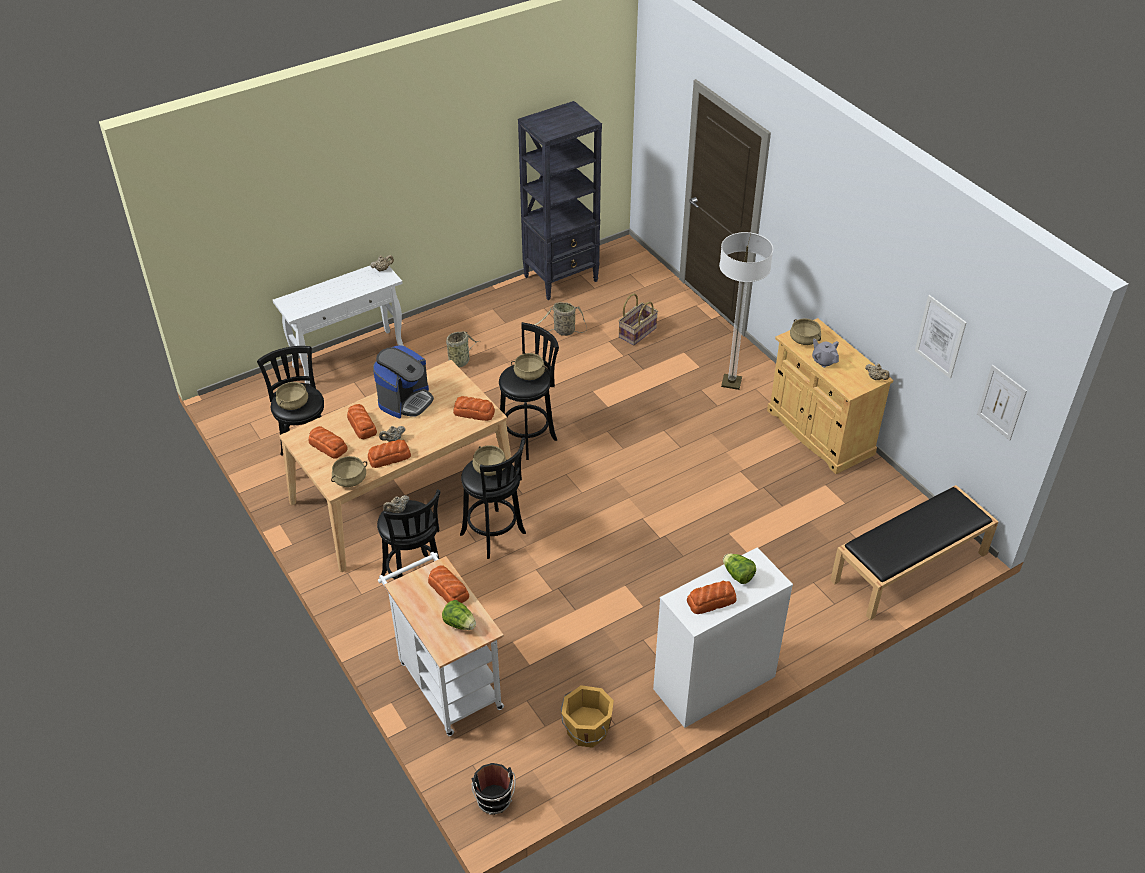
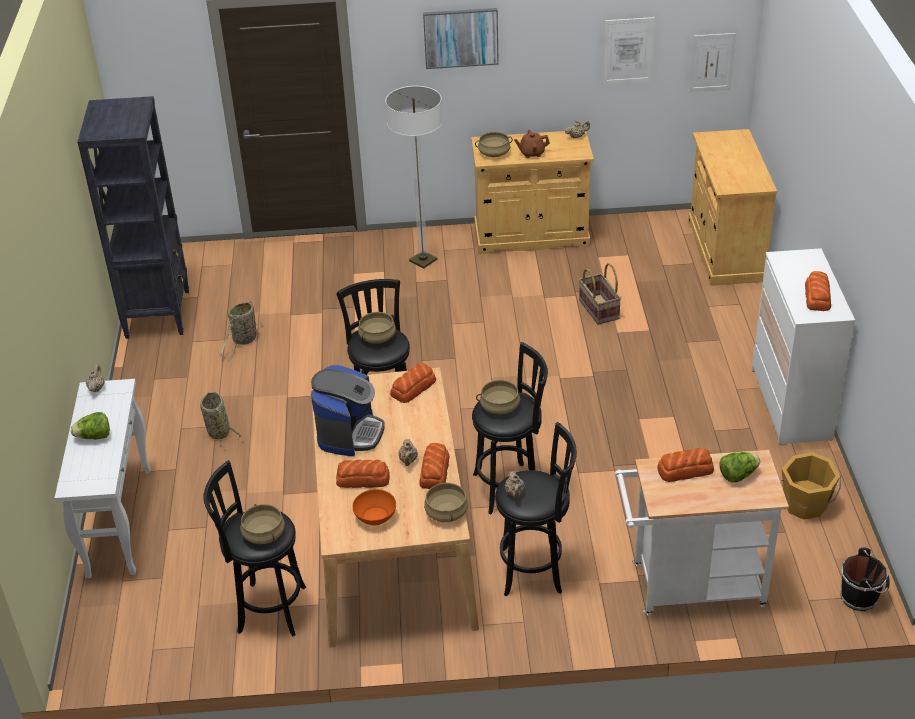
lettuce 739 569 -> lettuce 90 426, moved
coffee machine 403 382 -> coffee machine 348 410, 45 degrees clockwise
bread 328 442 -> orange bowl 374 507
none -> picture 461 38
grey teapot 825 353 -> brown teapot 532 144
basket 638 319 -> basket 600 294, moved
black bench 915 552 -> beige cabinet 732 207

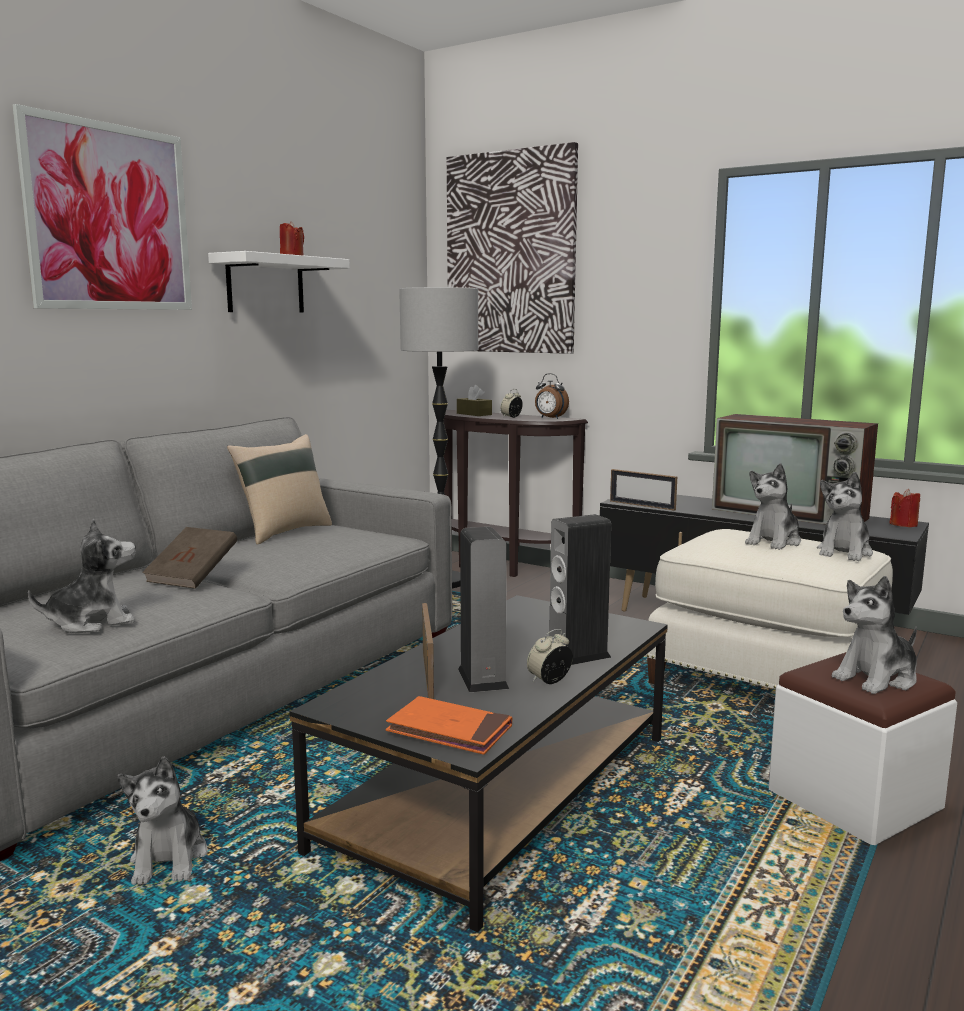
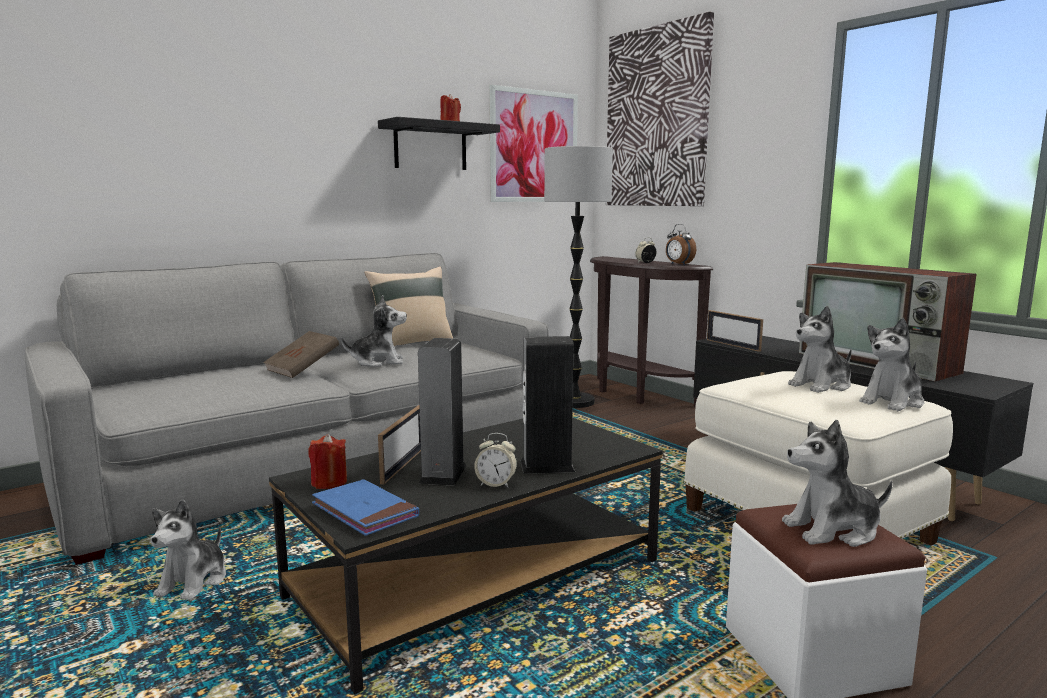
red candle 904 508 -> red candle 327 461, moved
orange book 449 725 -> blue book 365 507
plush toy 82 576 -> plush toy 374 331, moved
white shelf 279 282 -> black shelf 439 143
alarm clock 550 656 -> alarm clock 495 460, 150 degrees counterclockwise
picture 102 207 -> picture 533 143, moved
brown tissue box 474 400 -> none

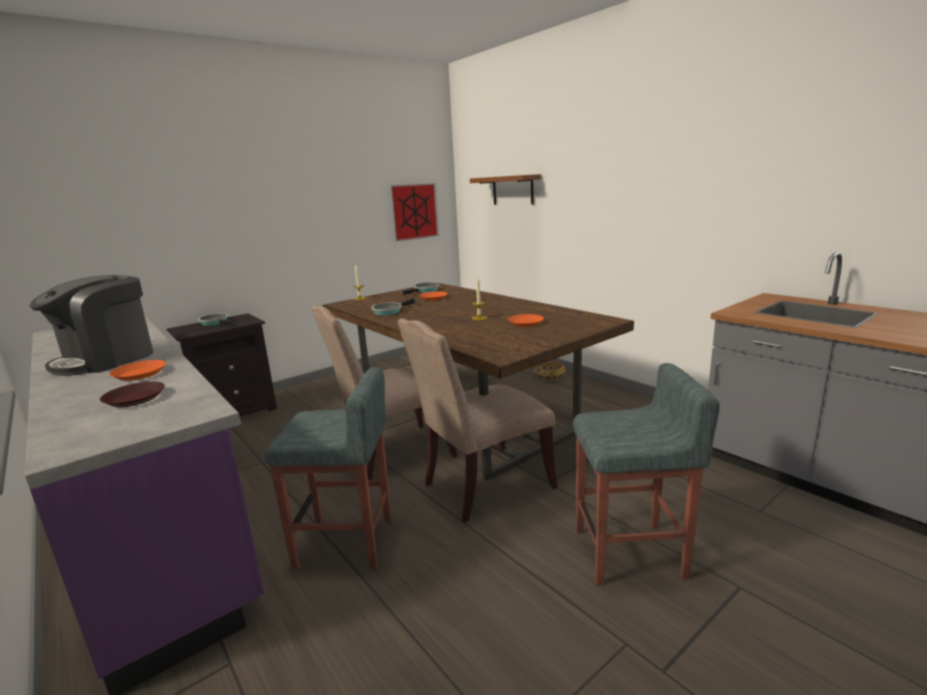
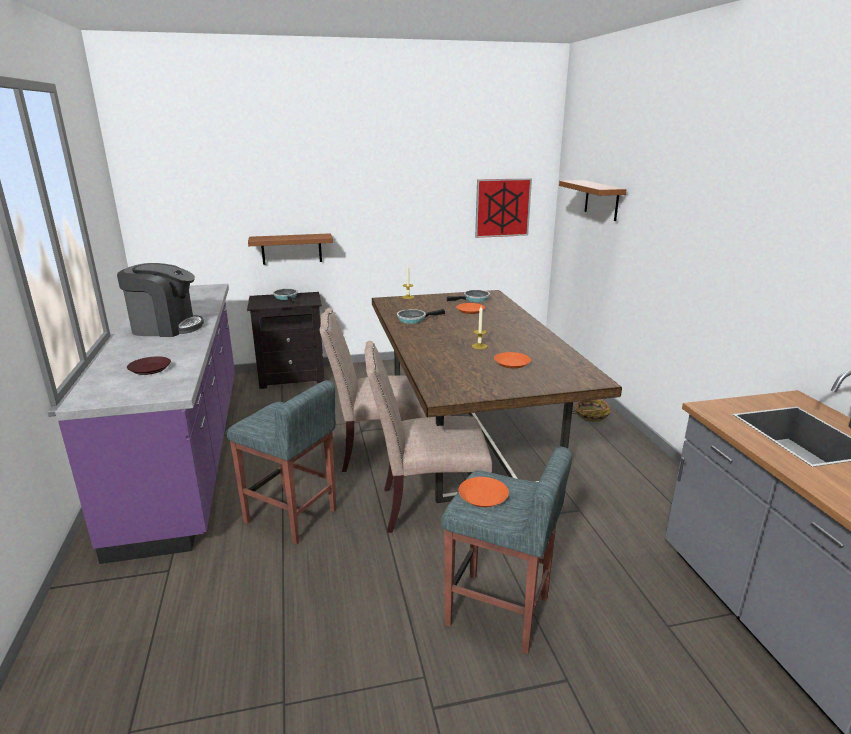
coffee machine 91 325 -> coffee machine 160 300, 150 degrees counterclockwise
none -> brown shelf 290 249
orange plate 137 370 -> orange plate 484 492, moved

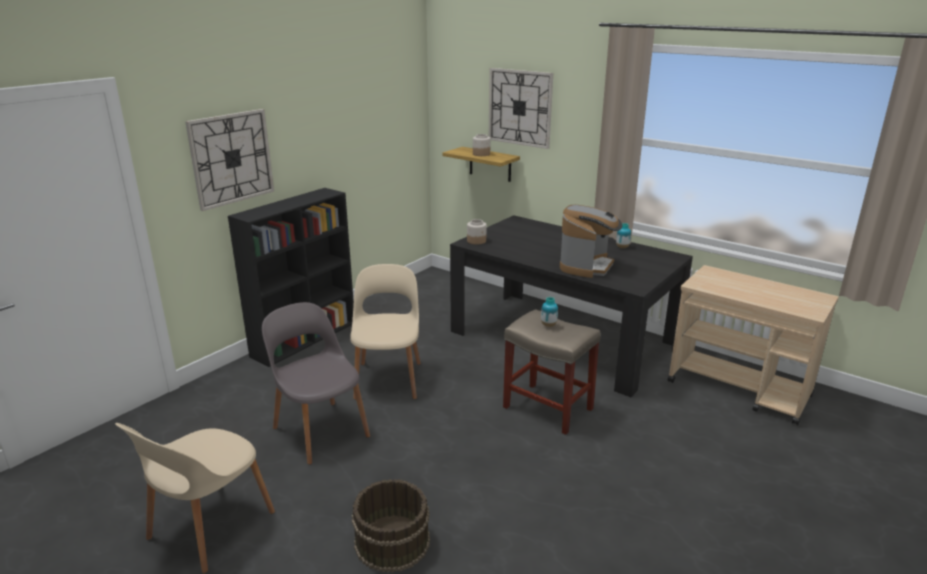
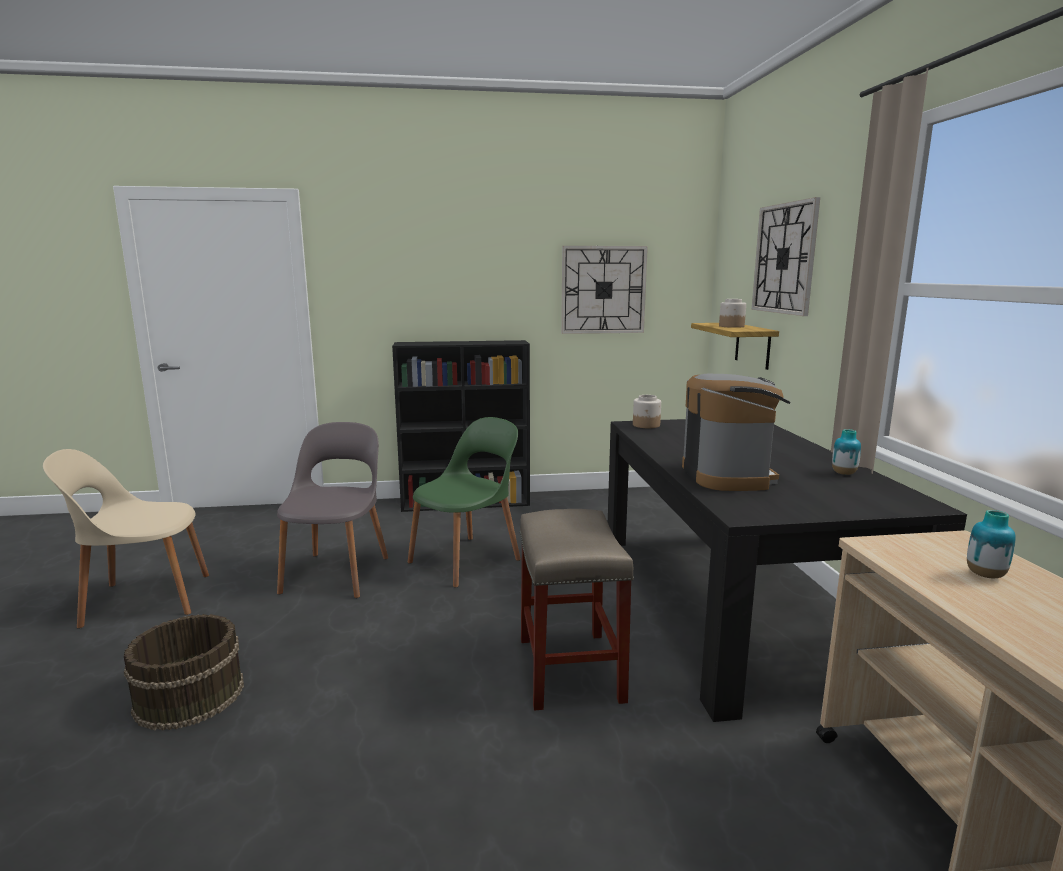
beige chair 385 332 -> green chair 464 502
wall clock 229 160 -> wall clock 604 290, moved
coffee machine 591 241 -> coffee machine 736 432, 75 degrees counterclockwise
vase 549 312 -> vase 991 544, moved

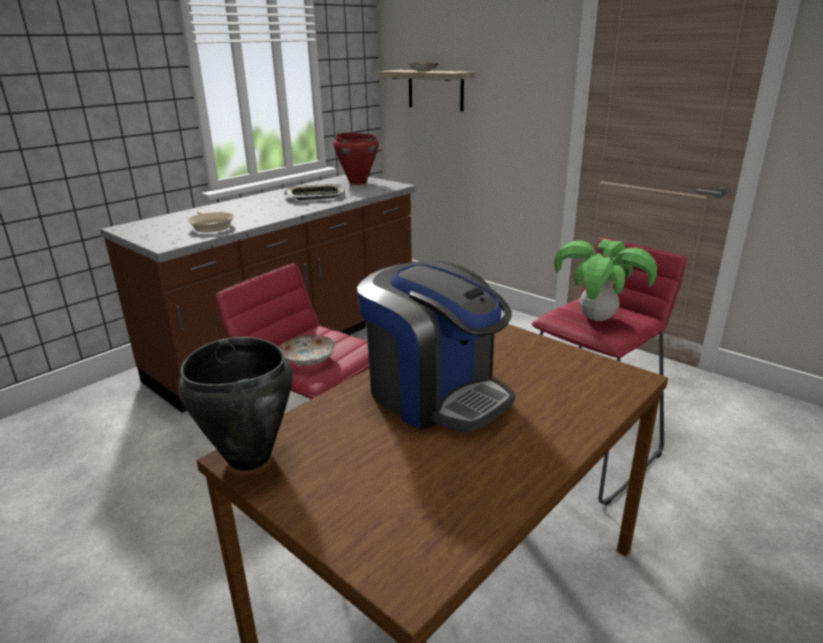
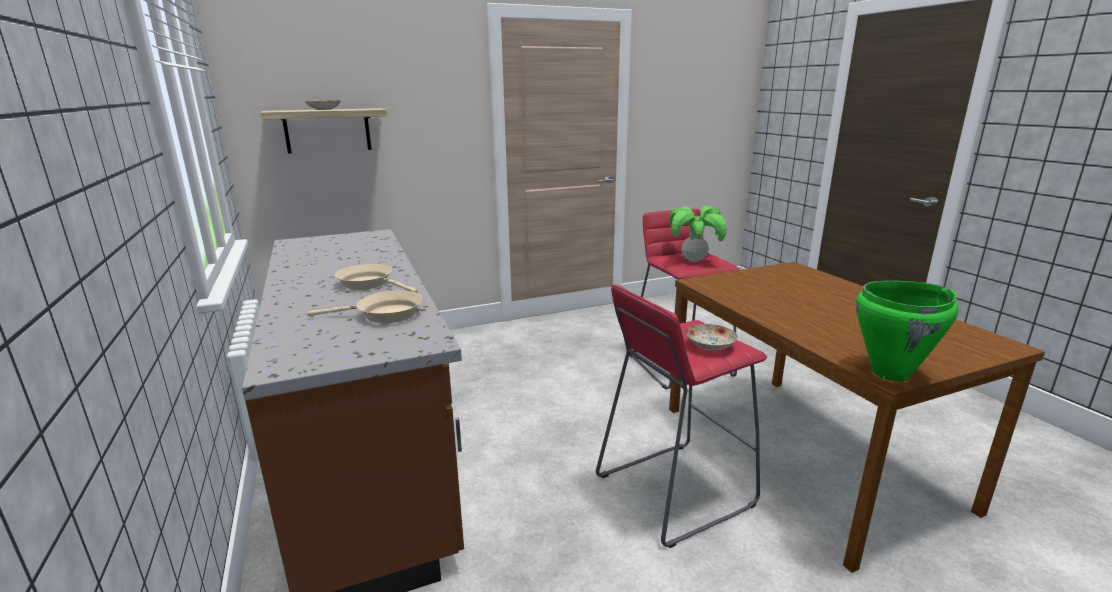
none -> beige frying pan 376 278
black cooking pot 235 404 -> green cooking pot 907 331
tray 314 192 -> none
red cooking pot 356 159 -> none
coffee machine 436 346 -> none

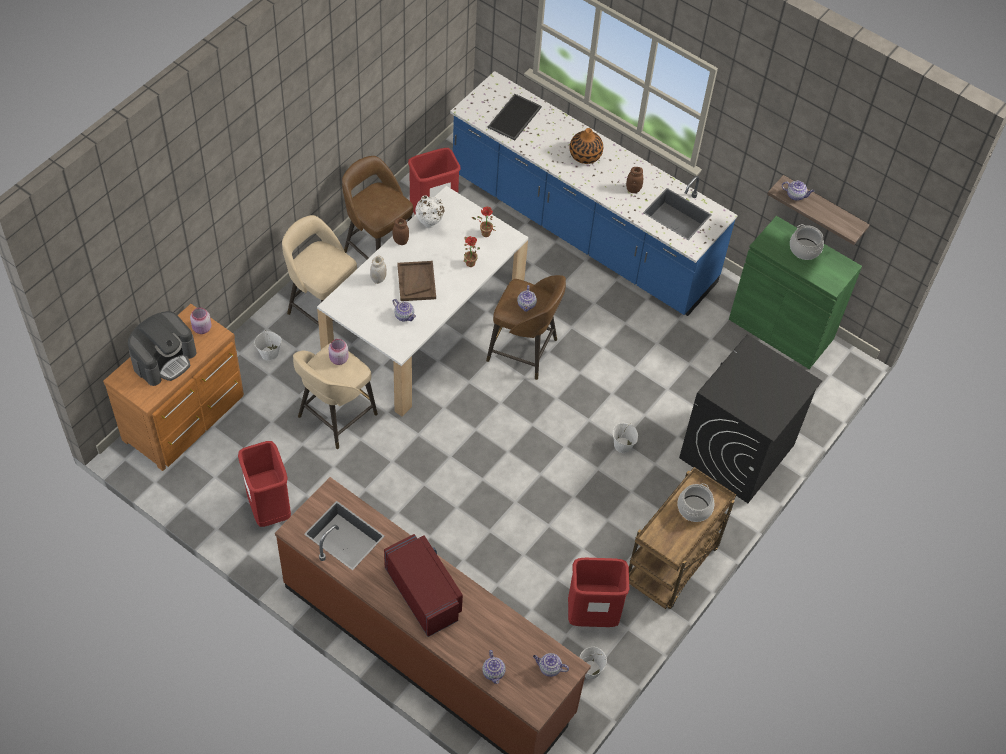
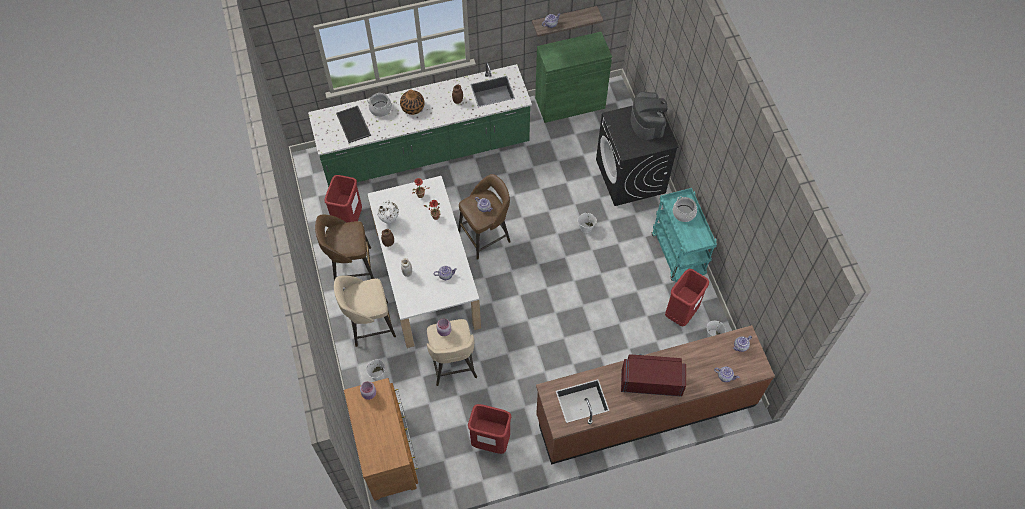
blue counter 594 193 -> green counter 420 124
cooking pot 807 242 -> cooking pot 379 105, moved
coffee machine 162 348 -> coffee machine 649 115, moved
brown cart 682 538 -> turquoise cart 684 235
brown tray 416 281 -> none

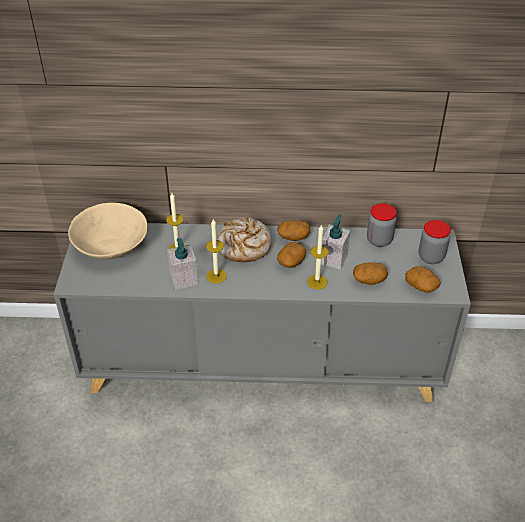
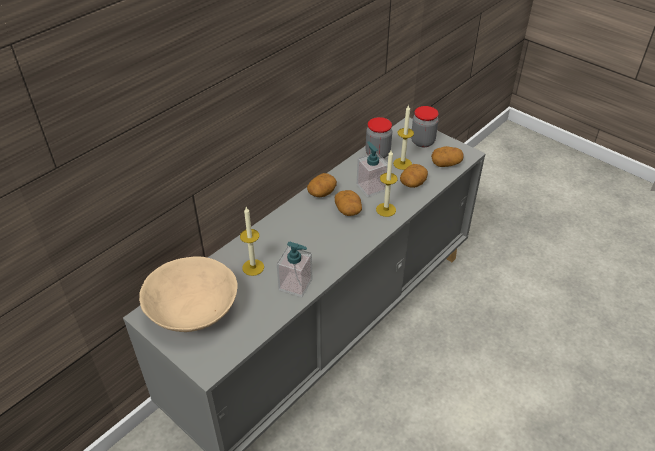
candle 216 251 -> candle 403 137, moved
bread 244 239 -> none

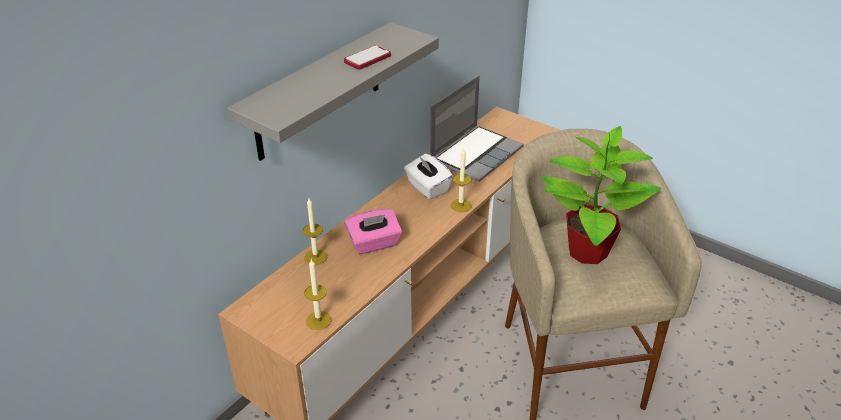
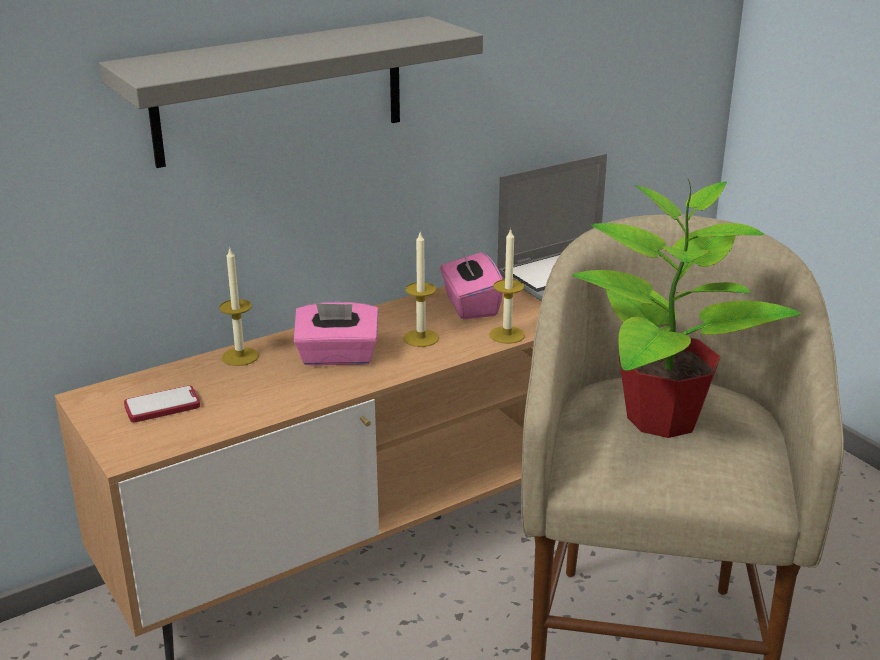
phone 367 57 -> phone 162 403, moved
candle 317 294 -> candle 421 289, moved
white tissue box 428 177 -> pink tissue box 471 284

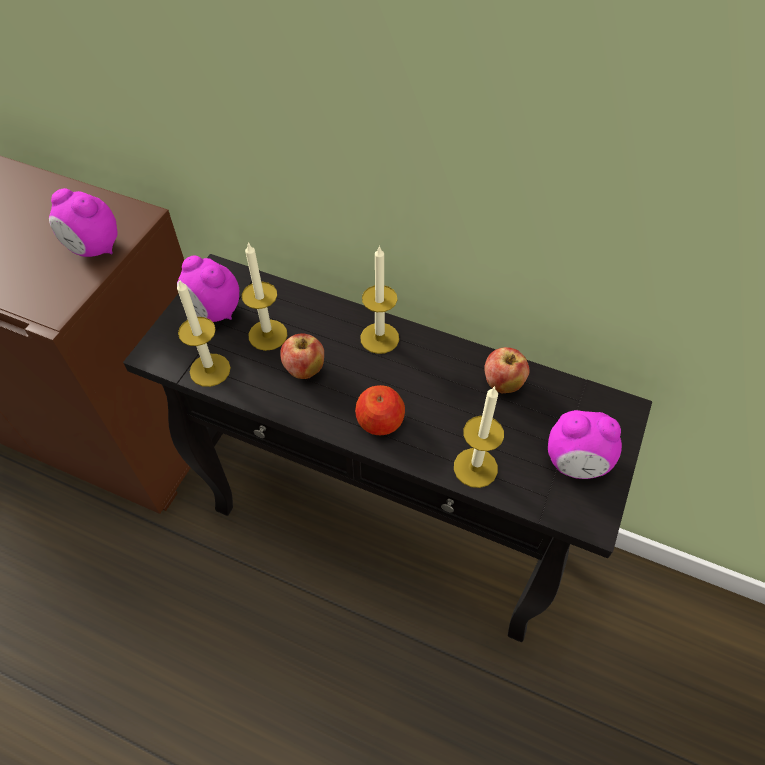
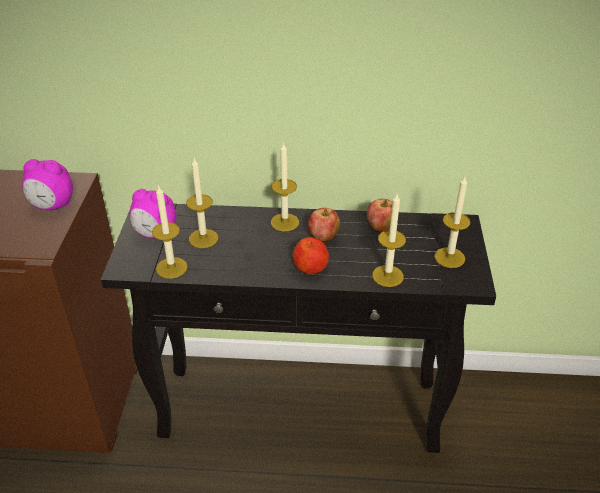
apple 302 356 -> apple 324 225, moved
alarm clock 585 444 -> candle 452 222

